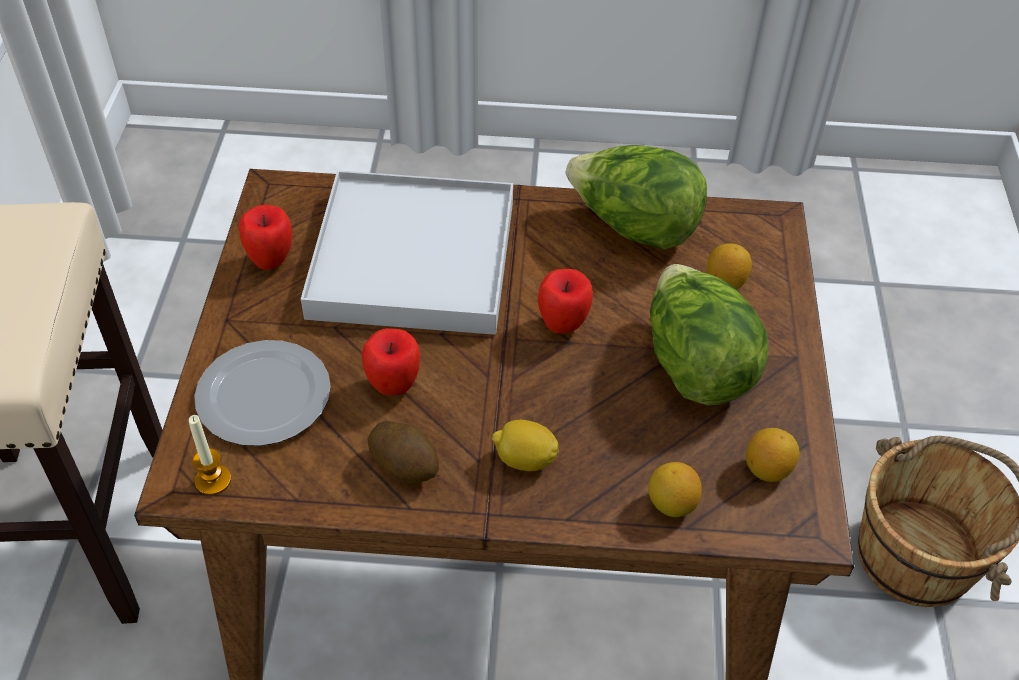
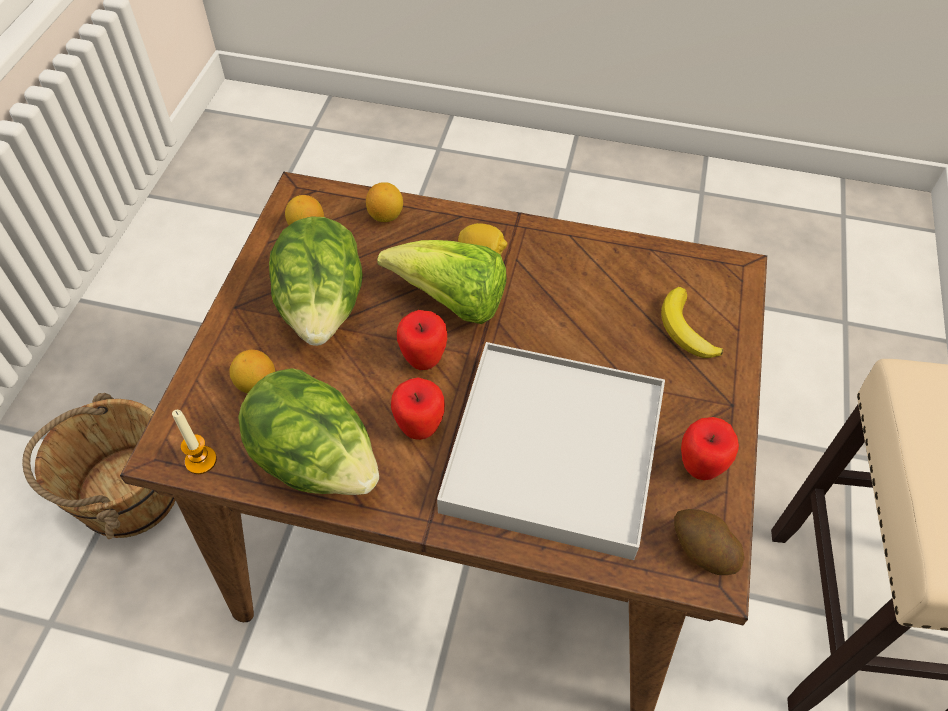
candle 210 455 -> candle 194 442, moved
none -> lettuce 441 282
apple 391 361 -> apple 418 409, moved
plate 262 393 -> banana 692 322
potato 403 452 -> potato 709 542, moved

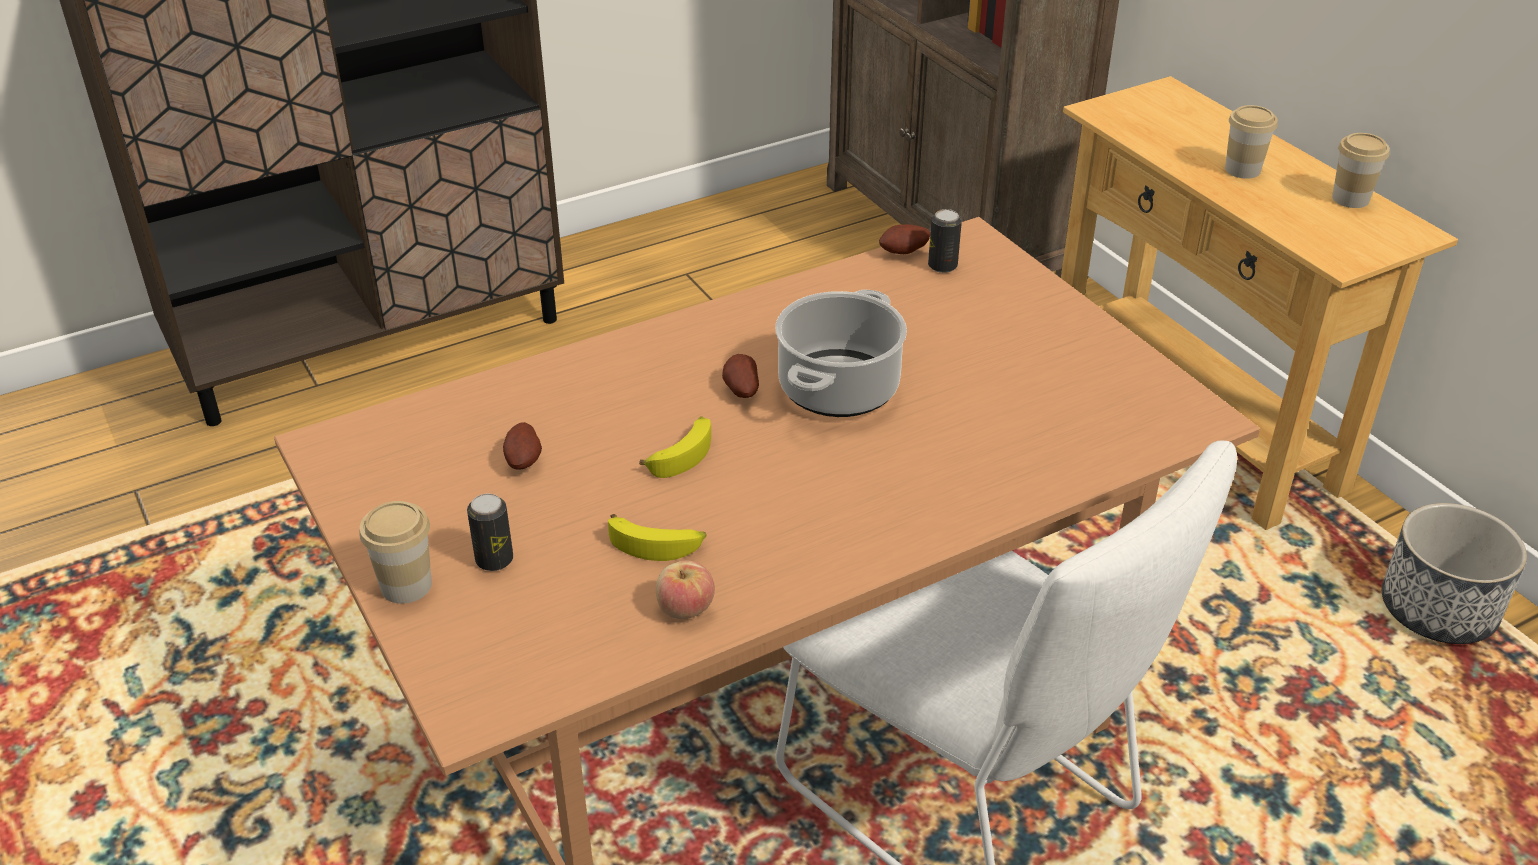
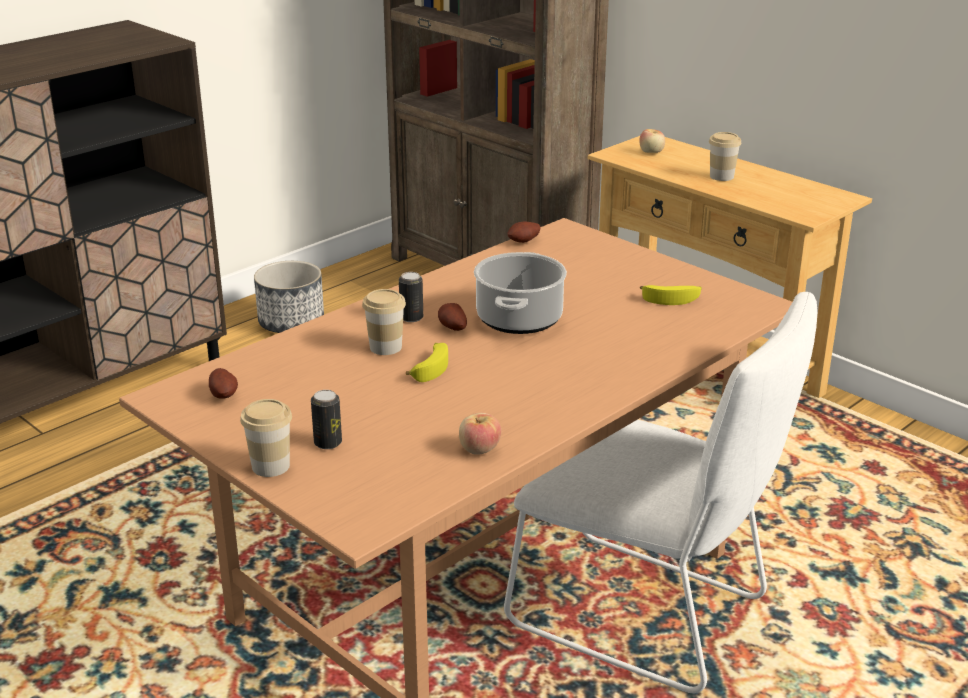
potato 522 446 -> potato 223 383, moved
planter 1454 573 -> planter 289 297, moved
cup 1361 170 -> cup 384 322, moved
can 945 241 -> can 411 297, moved
none -> apple 652 141
banana 657 537 -> banana 671 295, moved

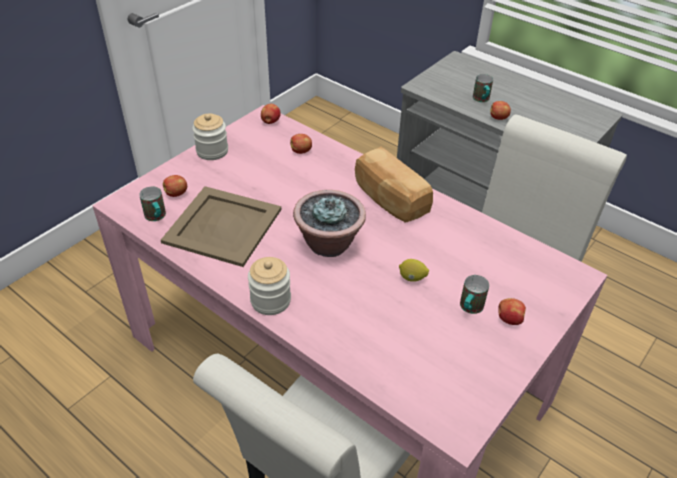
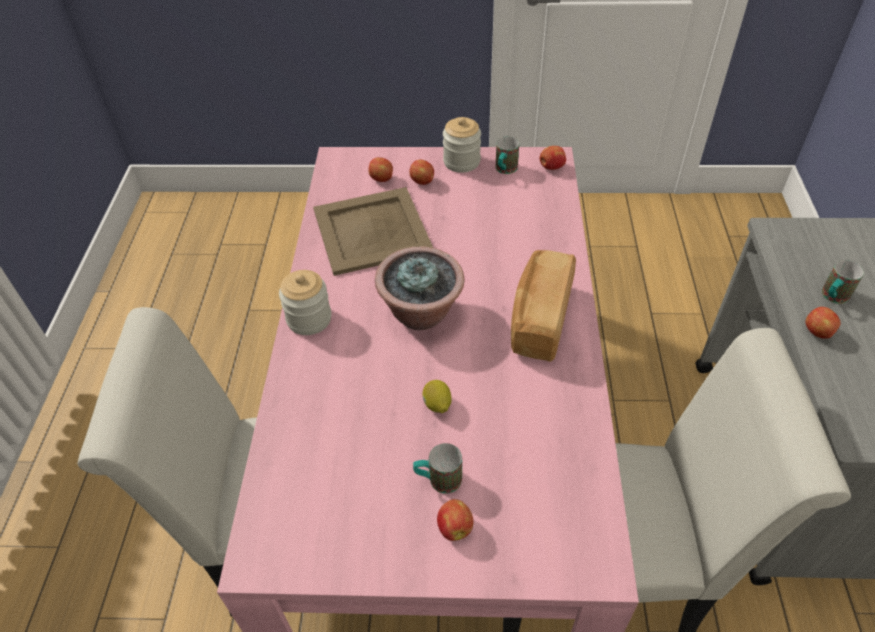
apple 301 144 -> apple 421 172, moved
mug 152 203 -> mug 507 155, moved

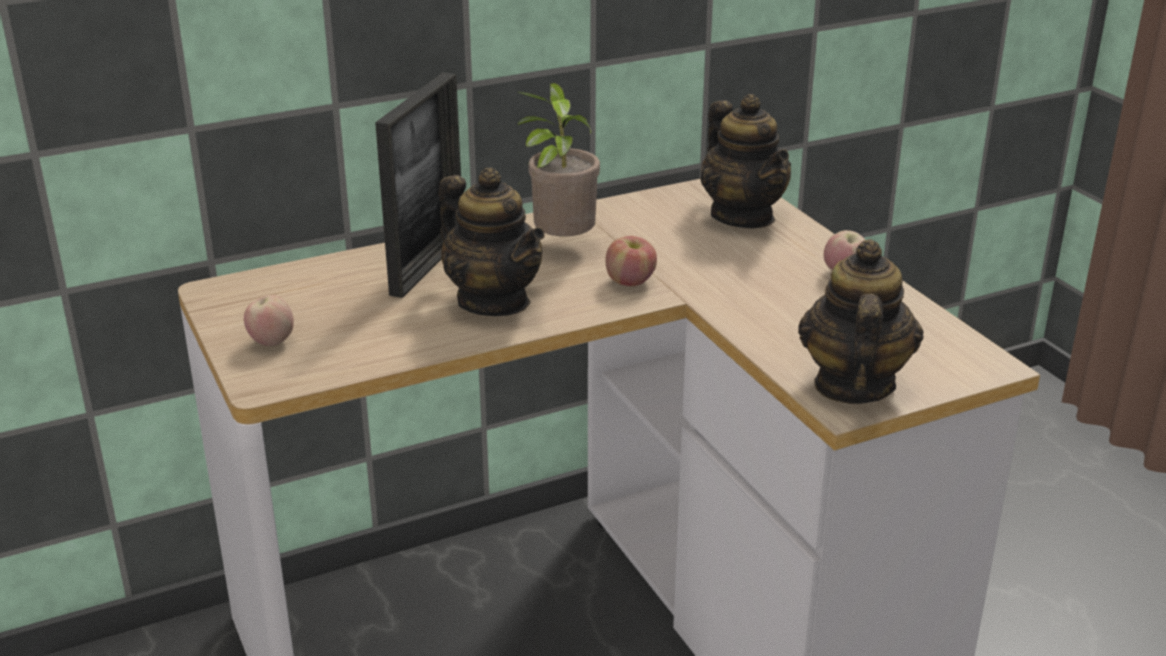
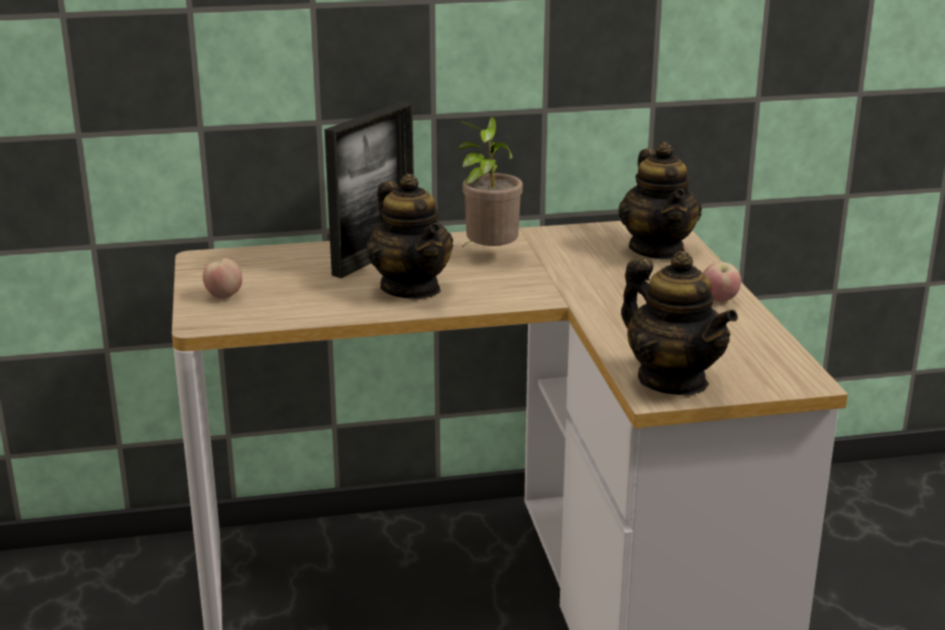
teapot 860 321 -> teapot 679 323, 120 degrees clockwise
apple 631 261 -> none

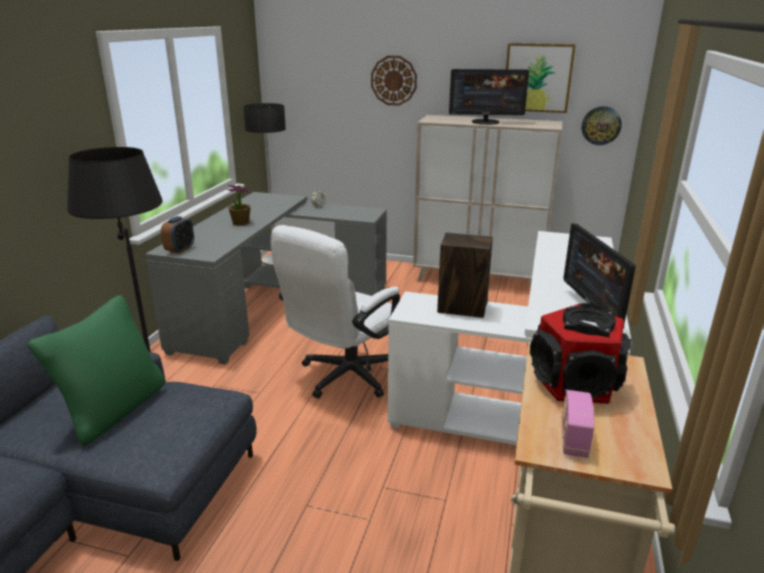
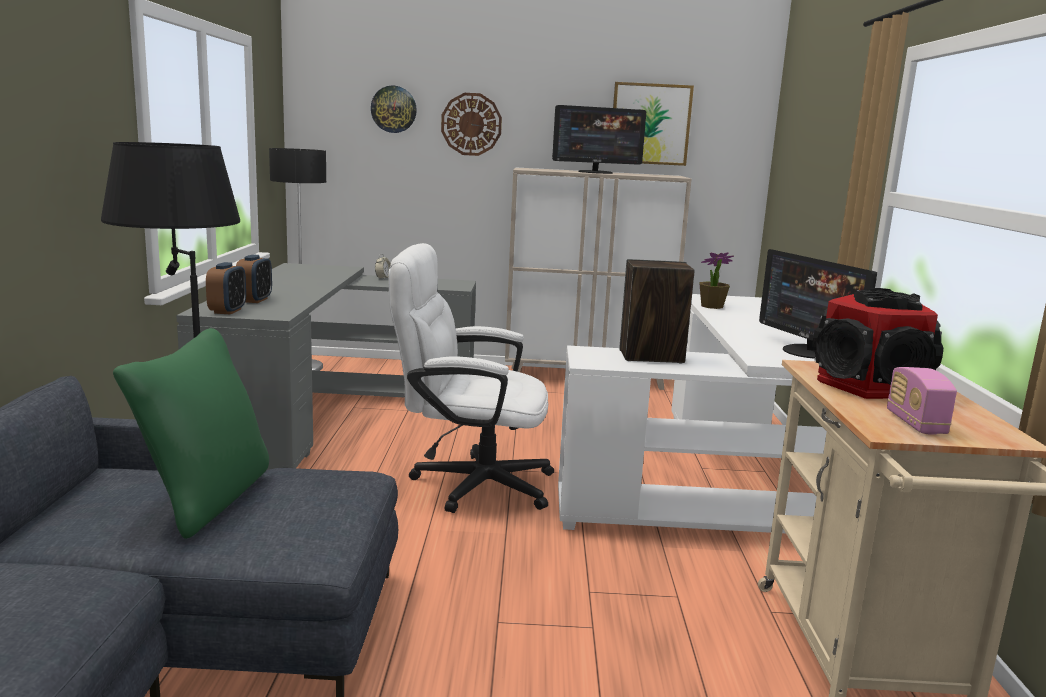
none -> alarm clock 254 278
wall clock 602 125 -> wall clock 394 109, moved
white office chair 335 311 -> white office chair 471 378, 75 degrees clockwise
potted plant 239 205 -> potted plant 716 280, moved

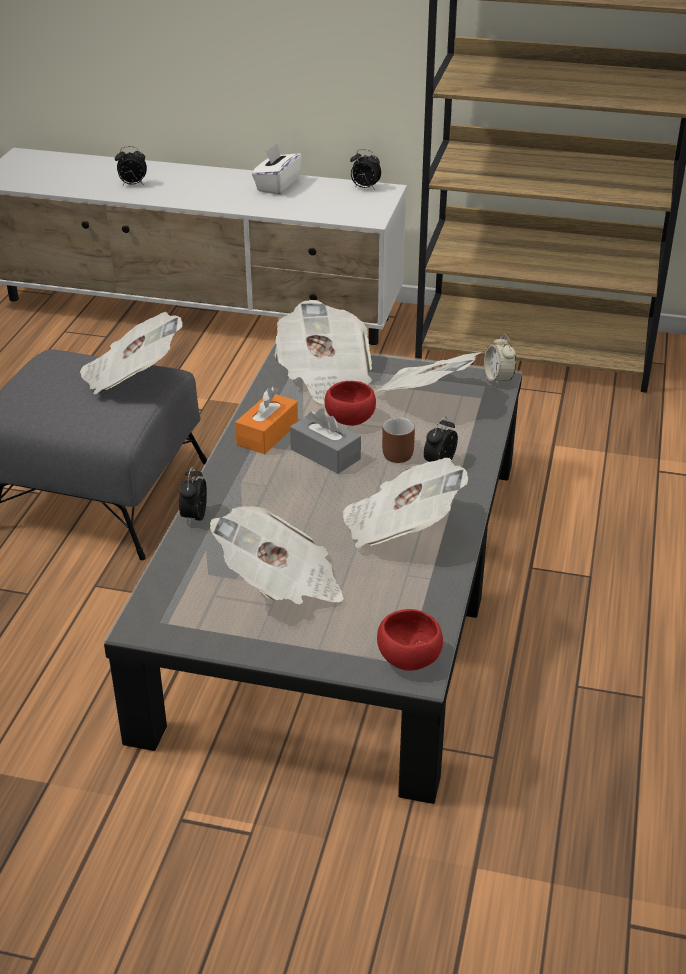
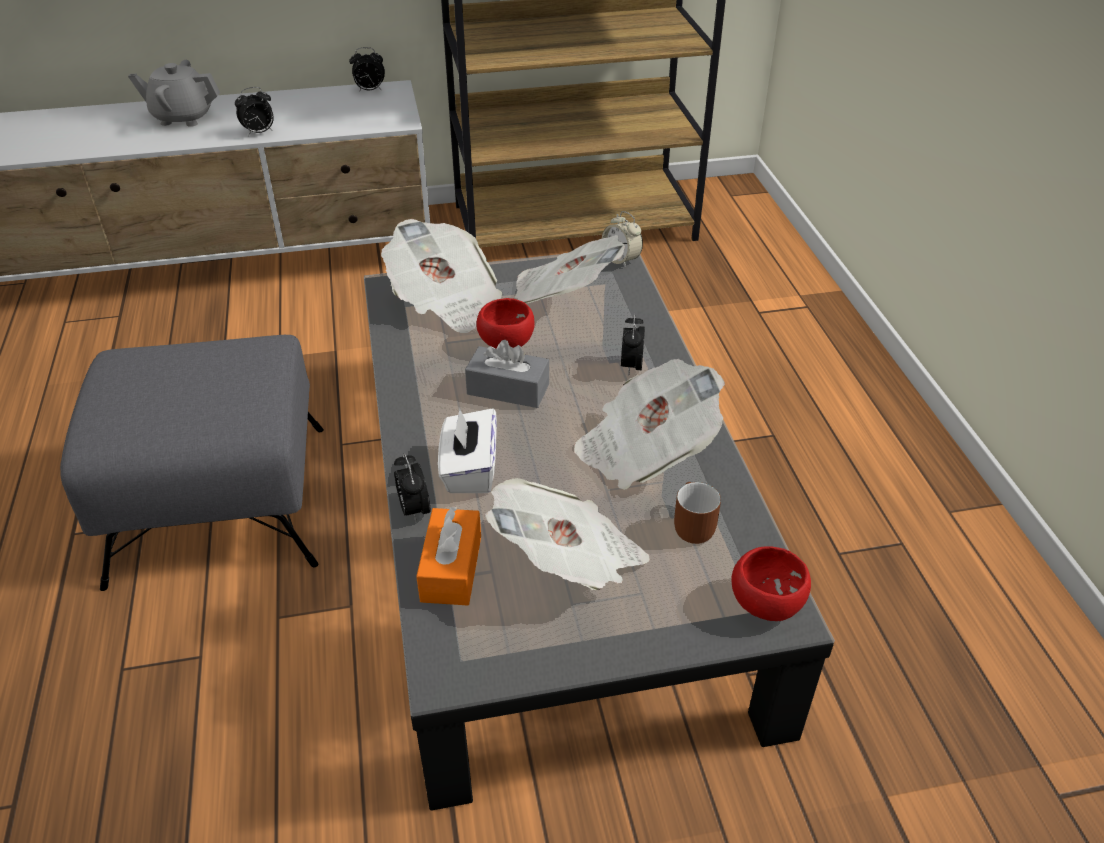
none -> grey teapot 174 93
alarm clock 131 165 -> alarm clock 254 111, moved
orange tissue box 266 420 -> orange tissue box 448 556, moved
white tissue box 277 169 -> white tissue box 467 450, moved
brown mug 398 440 -> brown mug 697 513, moved
newspaper 131 353 -> none

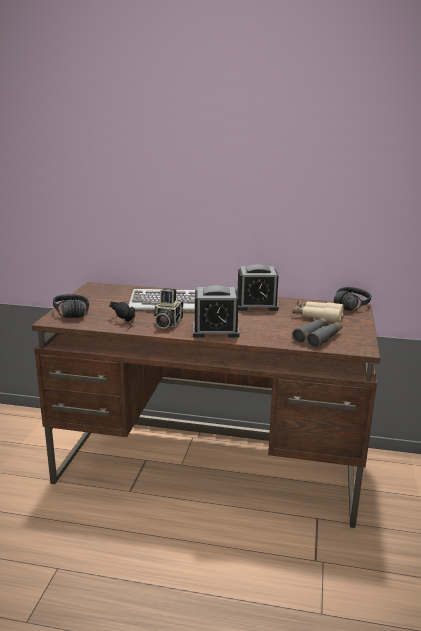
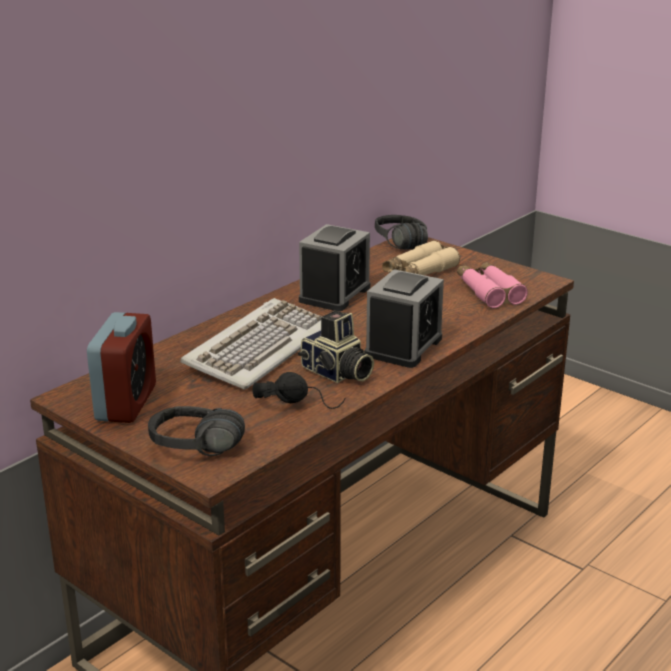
none -> alarm clock 121 367
grey binoculars 317 333 -> pink binoculars 492 285

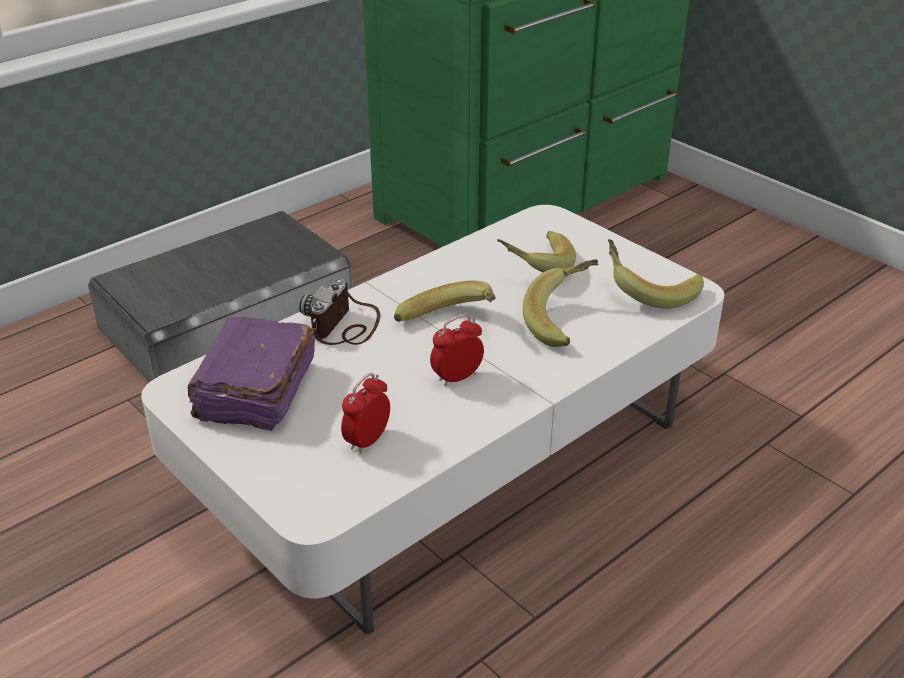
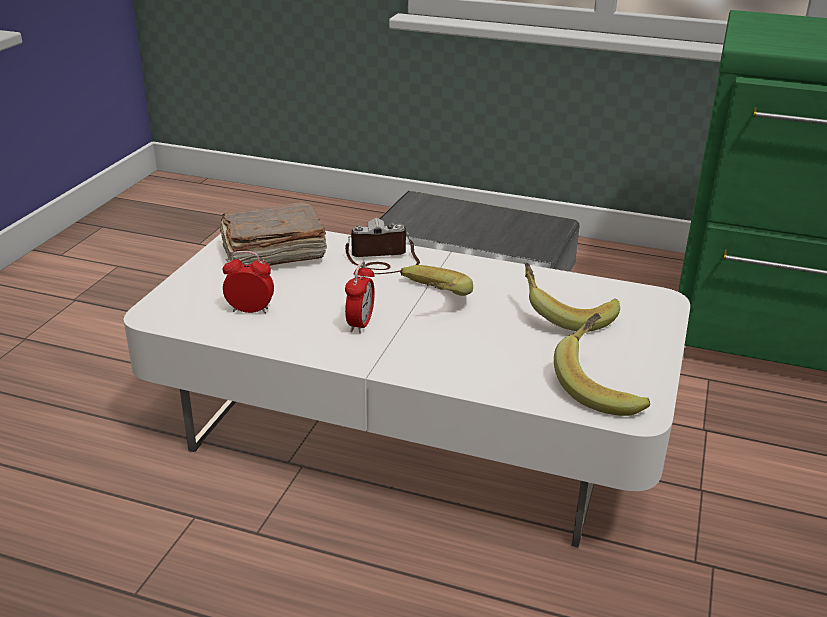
purple book 251 374 -> brown book 273 234
alarm clock 457 350 -> alarm clock 360 297, 75 degrees clockwise
banana 560 303 -> none

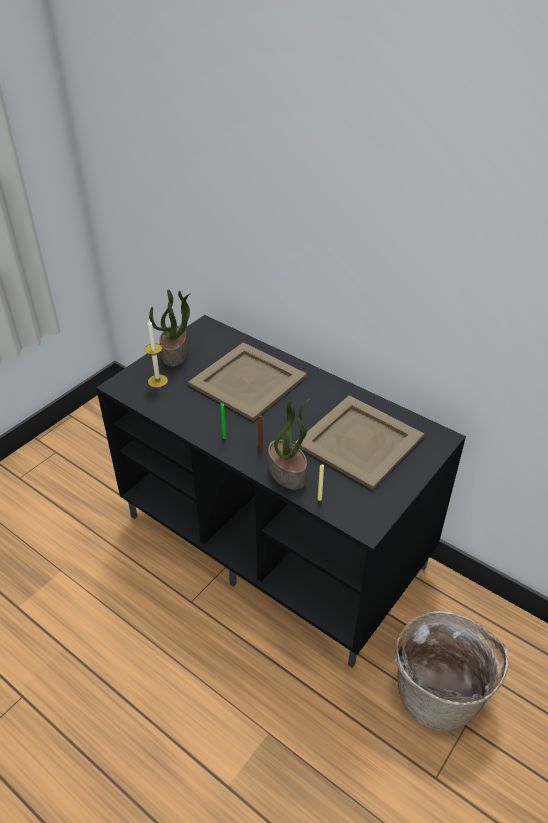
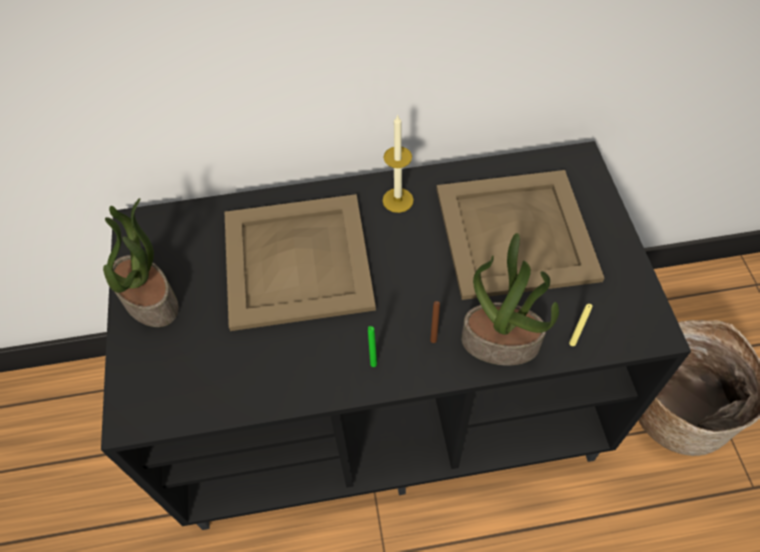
candle 156 354 -> candle 398 163, moved

